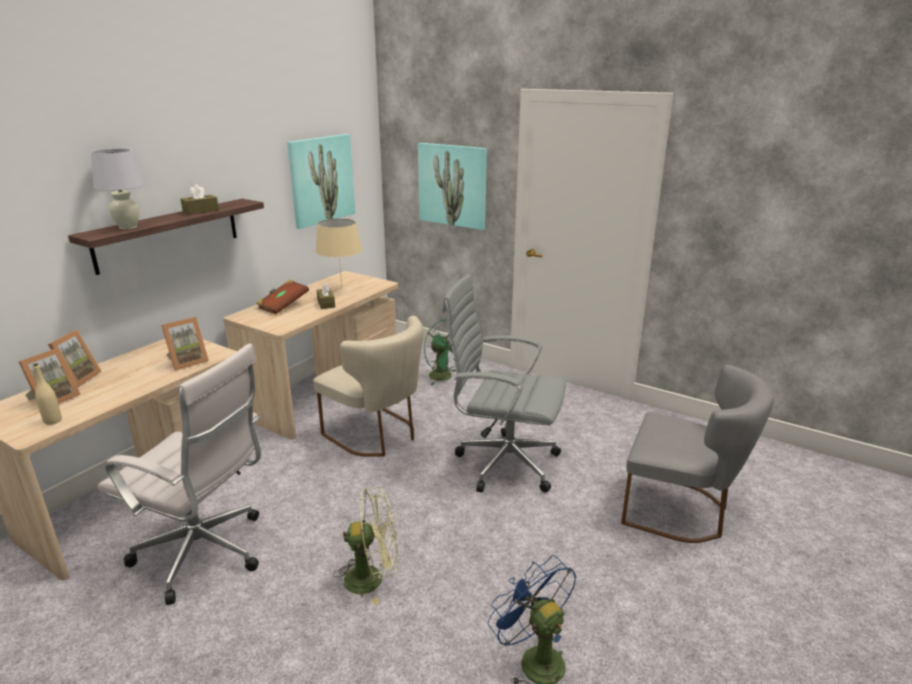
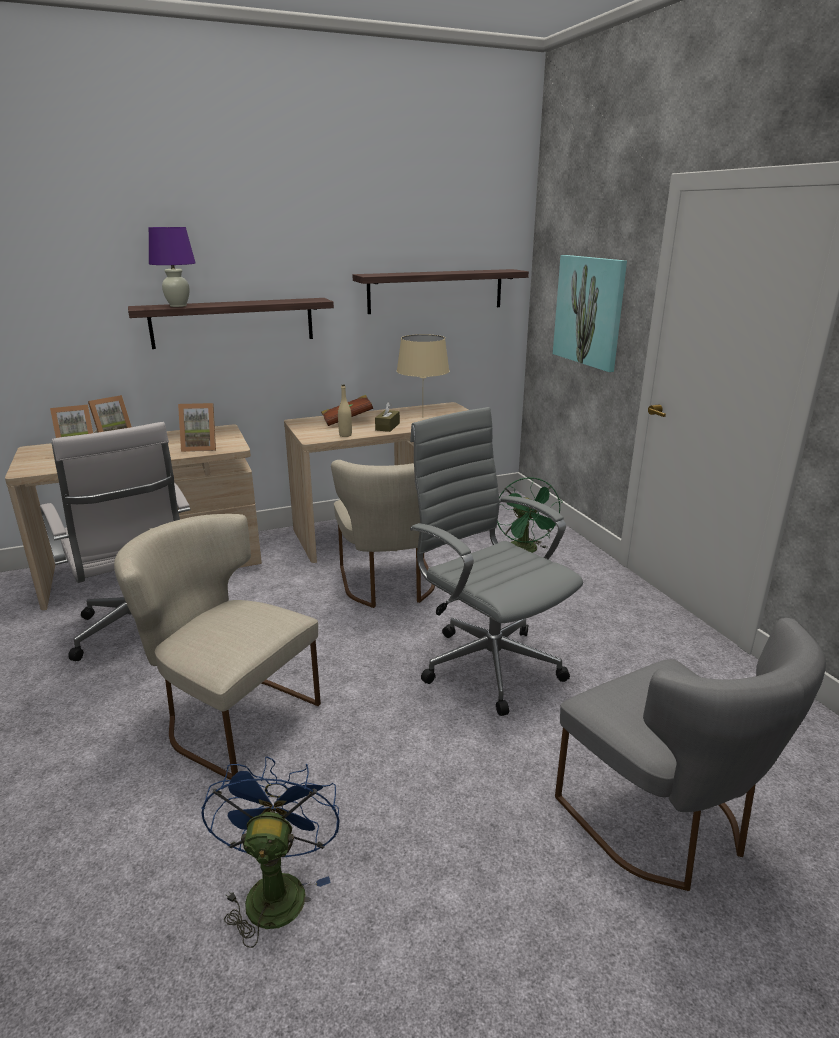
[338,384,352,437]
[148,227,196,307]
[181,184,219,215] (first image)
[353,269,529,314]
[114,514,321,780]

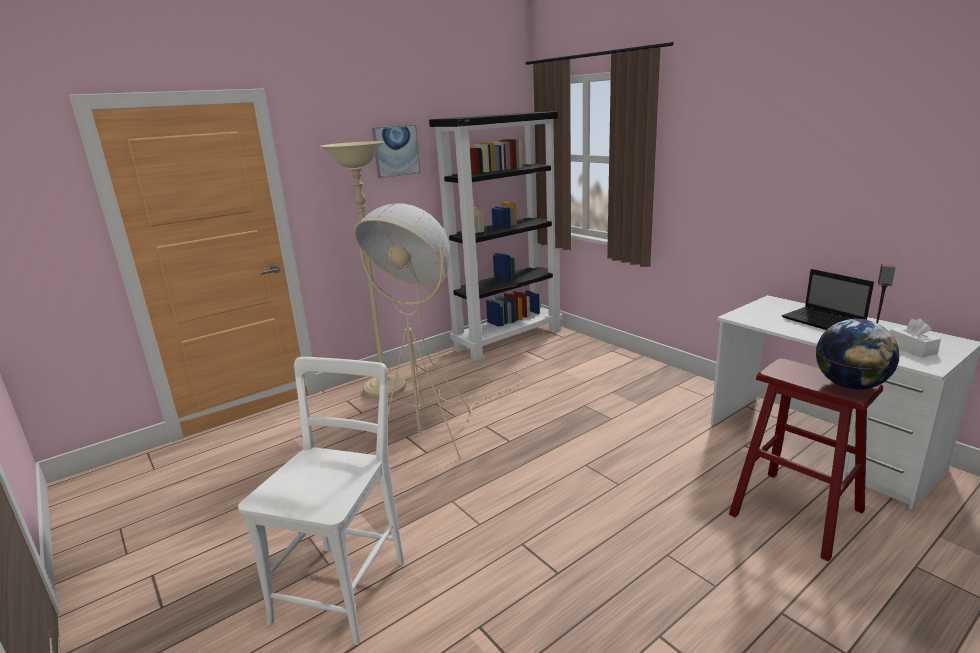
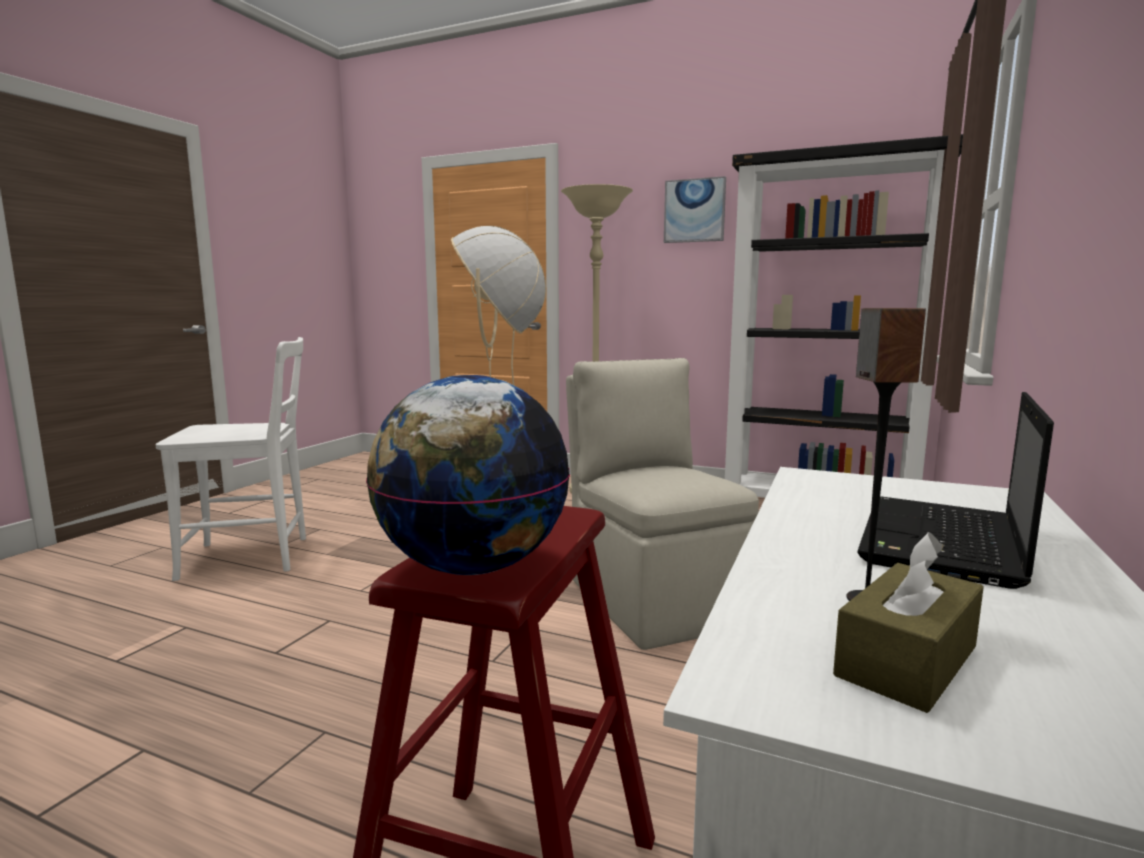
[833,533,984,713]
[566,358,759,650]

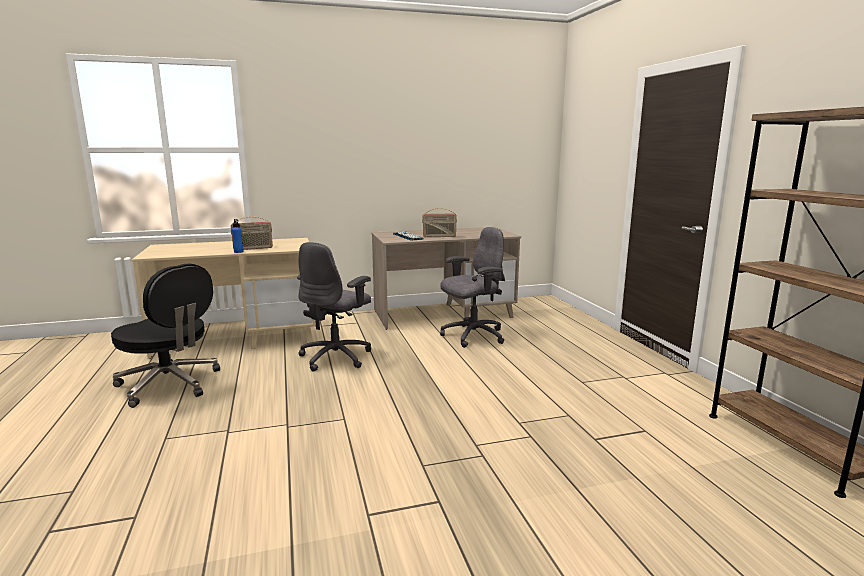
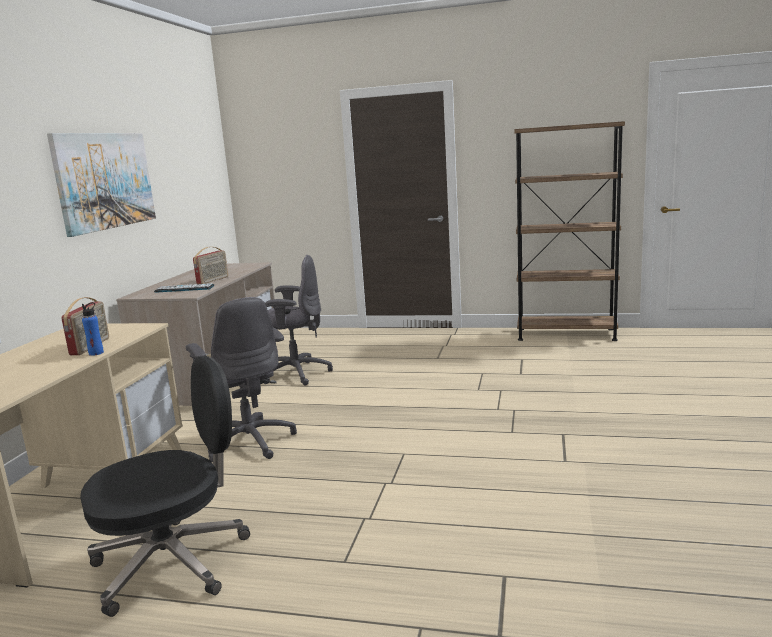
[263,255,333,386]
[47,133,156,237]

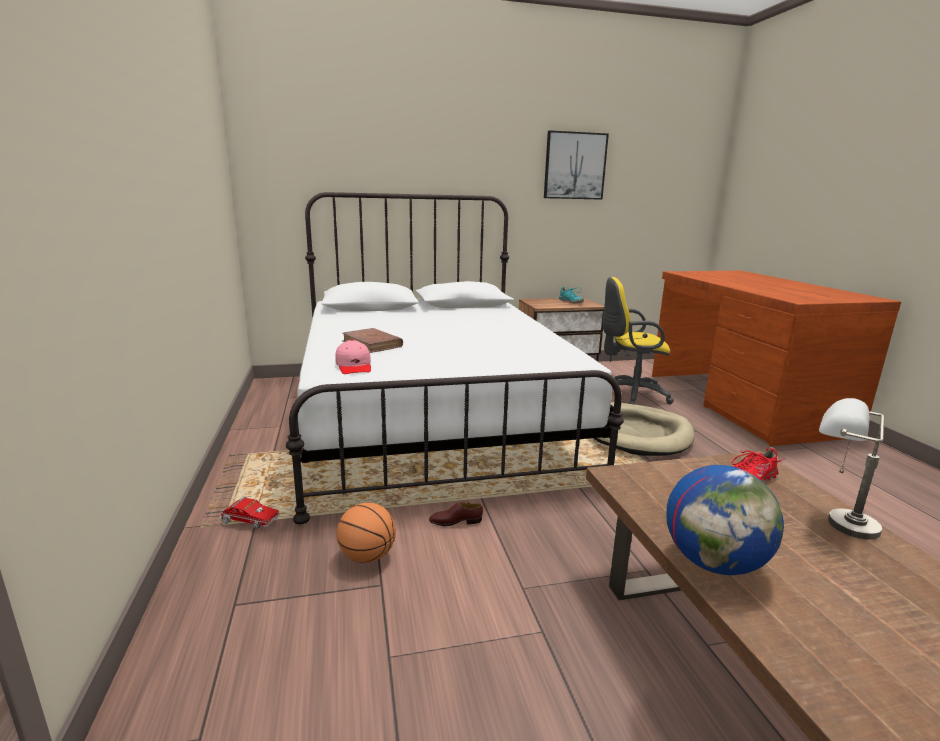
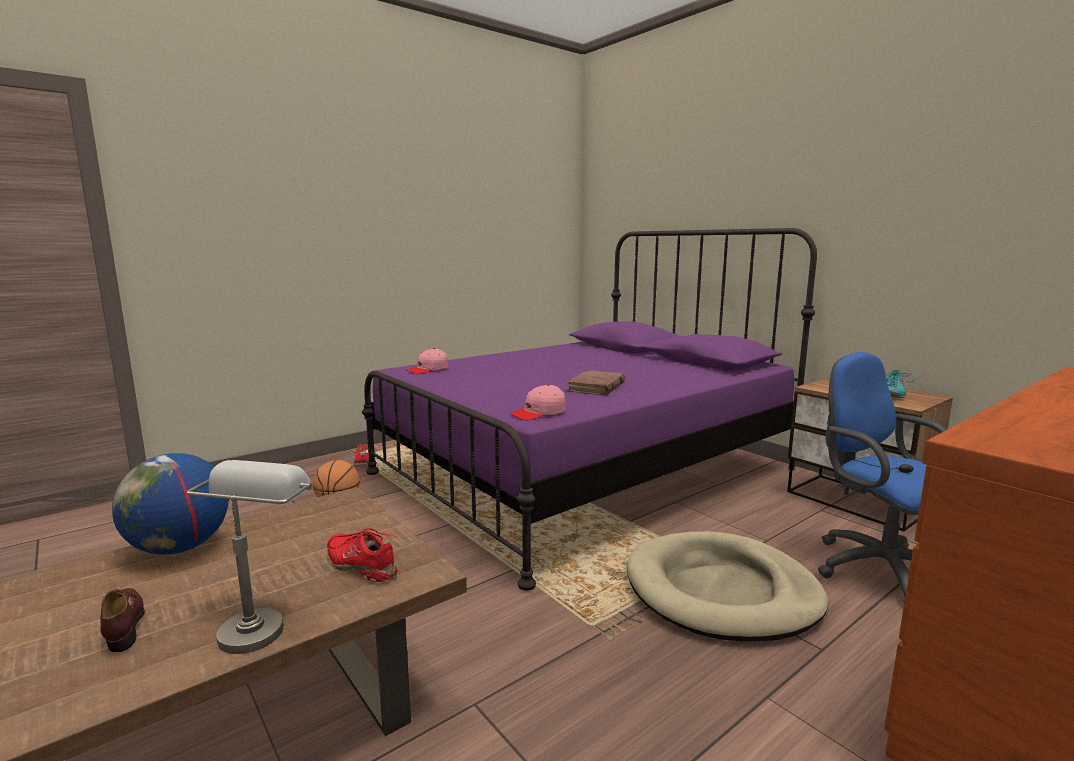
[362,228,817,591]
[566,370,625,395]
[100,588,145,652]
[544,130,609,200] (first image)
[818,352,947,602]
[510,384,566,421]

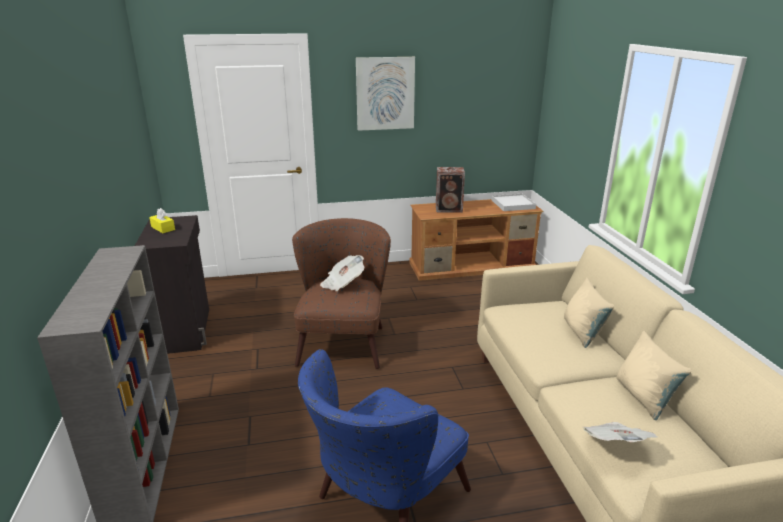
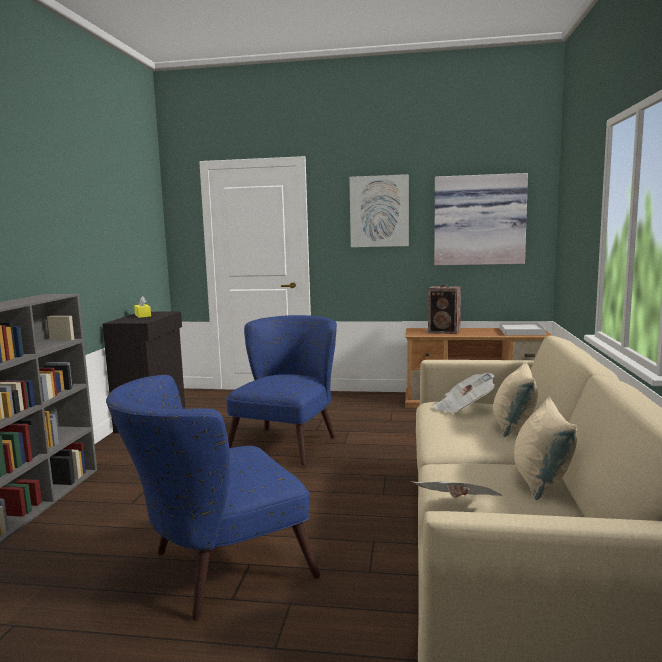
[226,315,337,467]
[433,373,495,413]
[434,173,528,265]

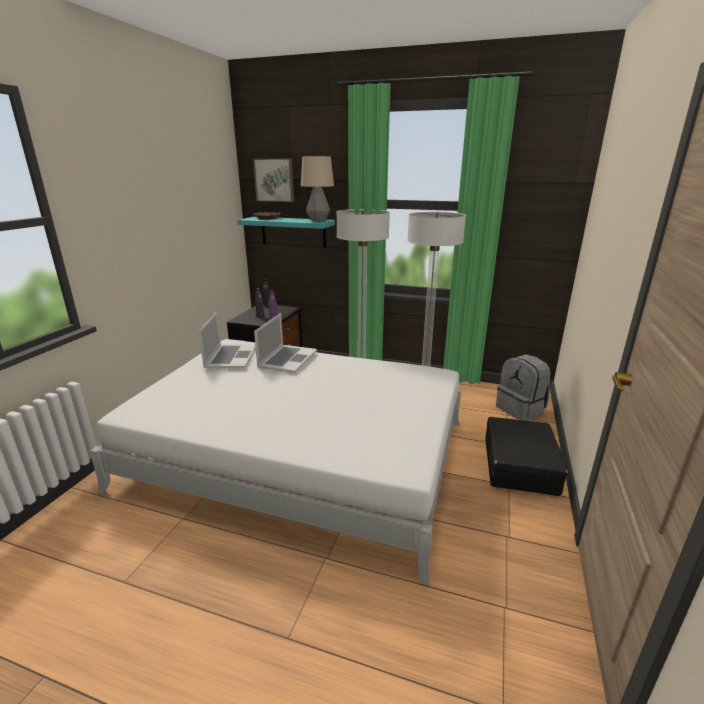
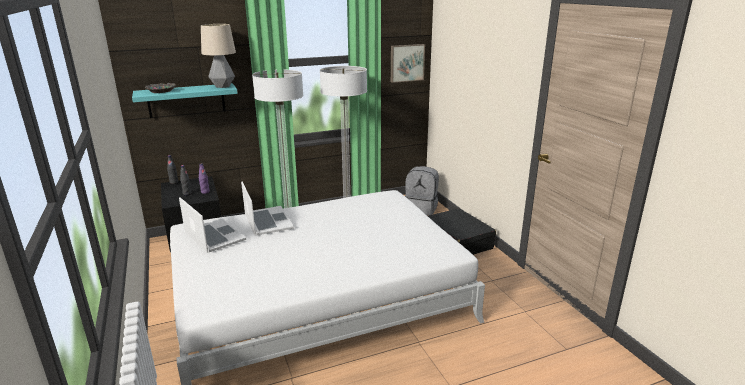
[391,44,425,83]

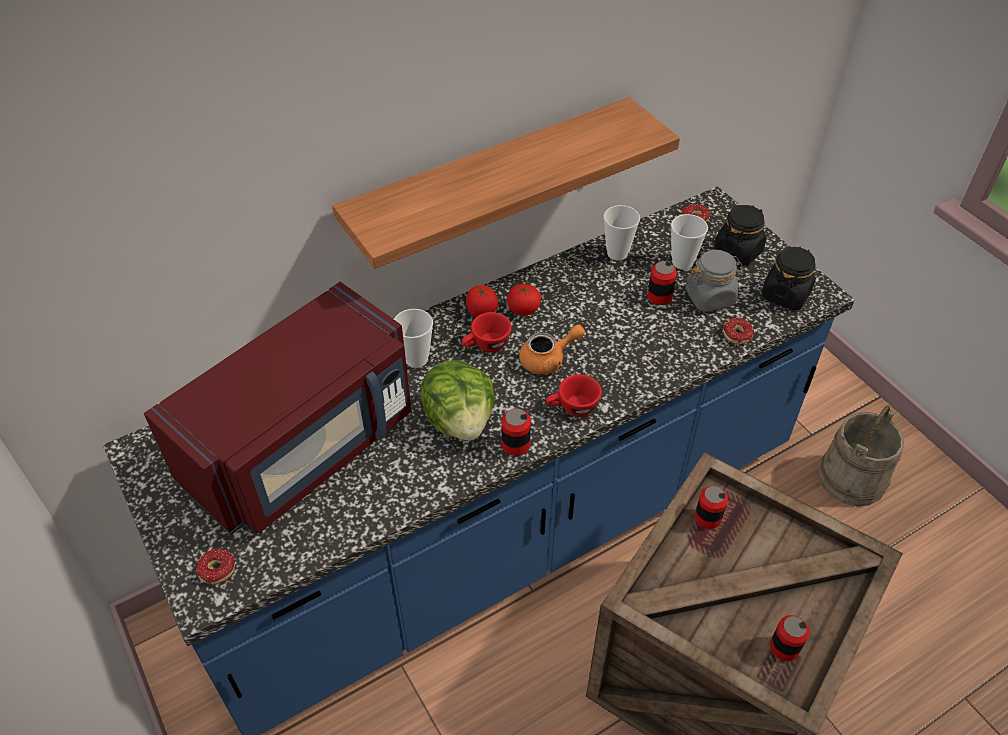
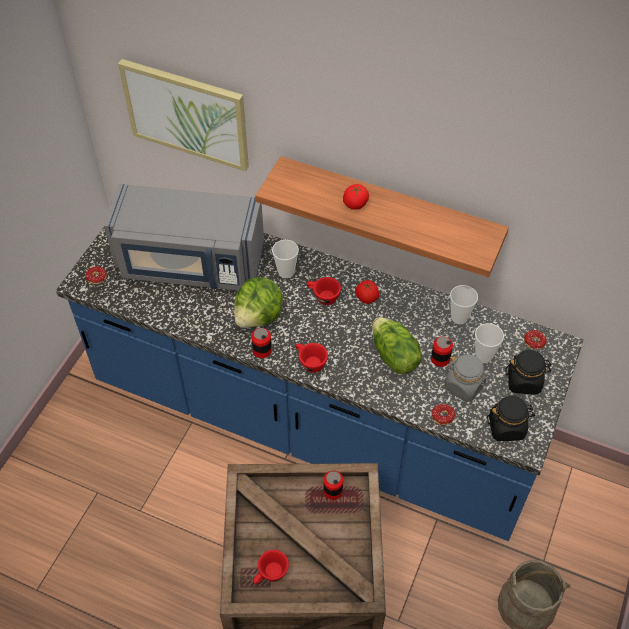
[104,184,264,290]
[343,184,369,210]
[519,325,585,374] (first image)
[253,550,289,584]
[118,59,249,171]
[372,317,422,375]

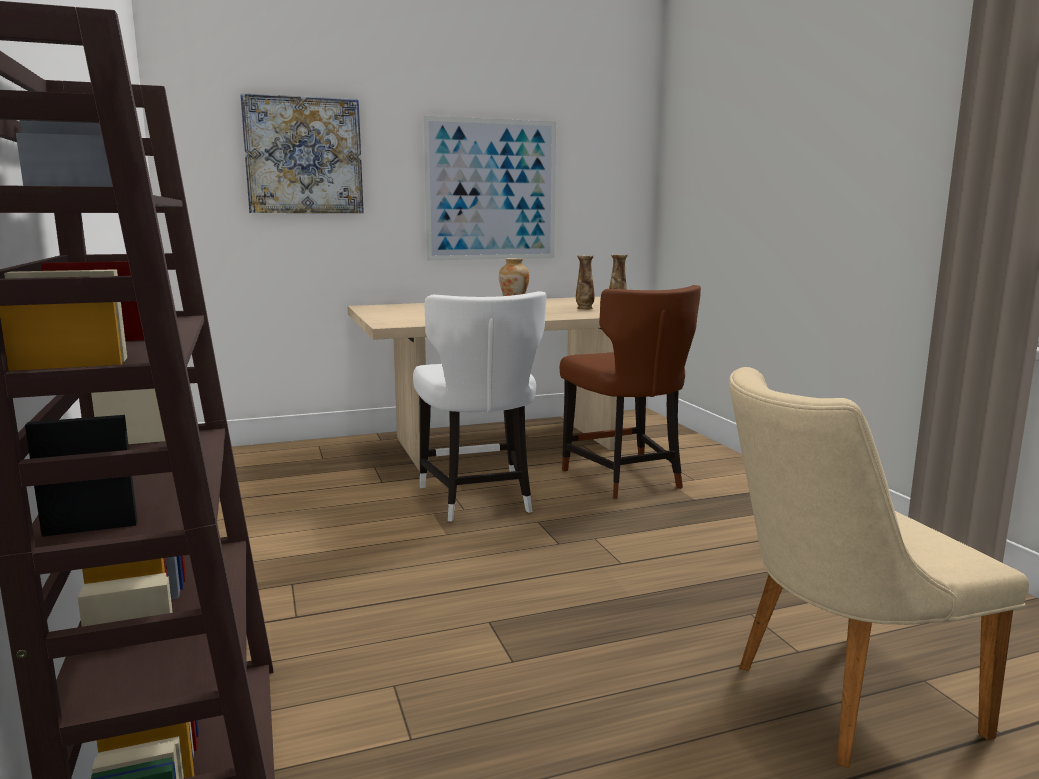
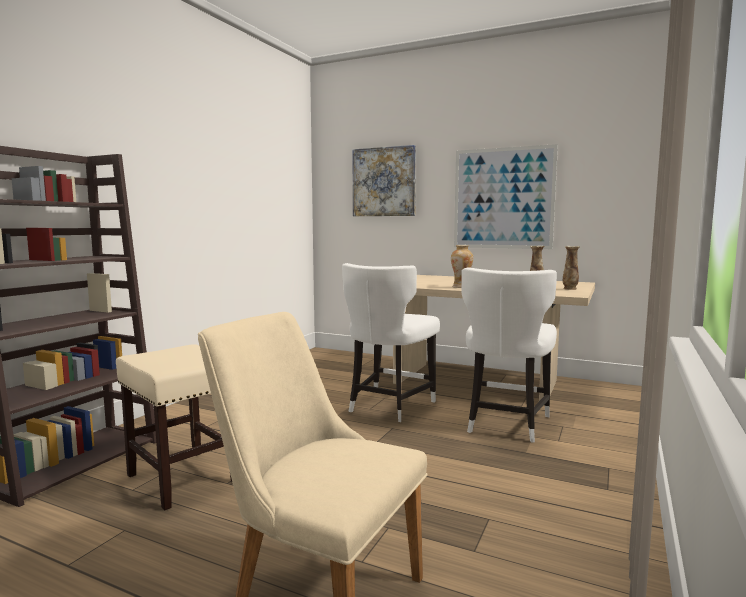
[461,267,557,442]
[116,344,232,510]

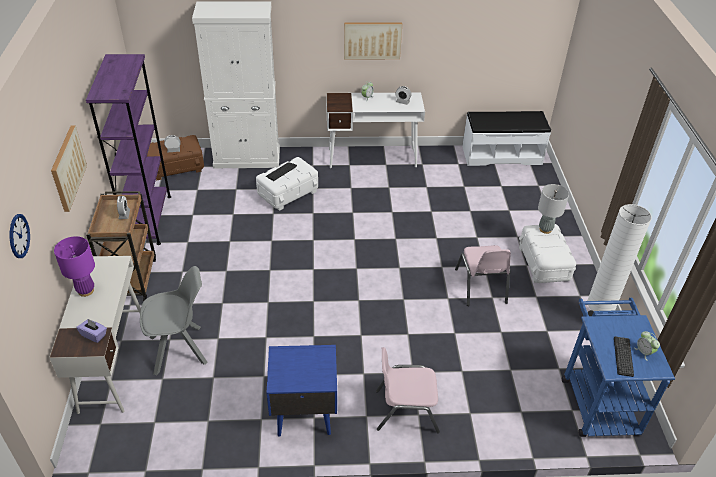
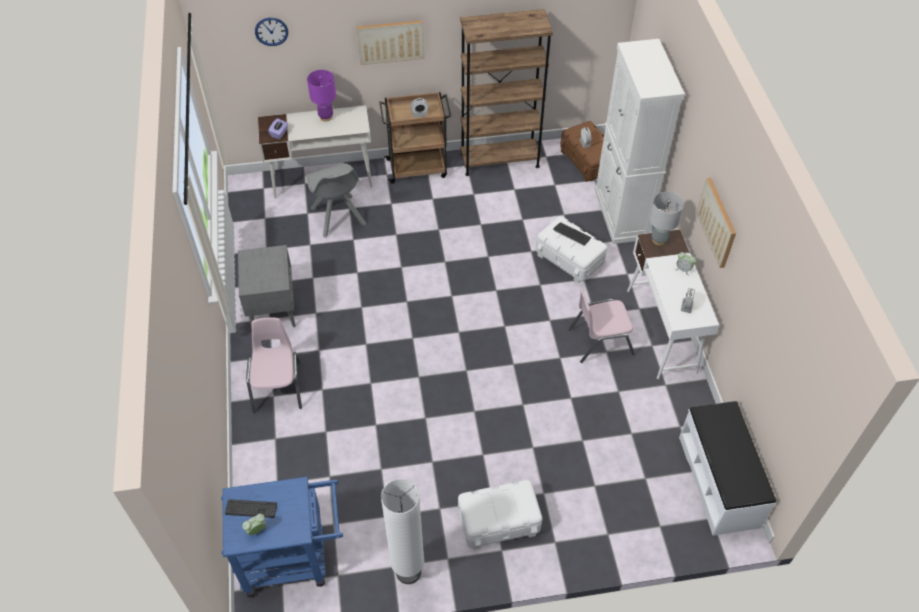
[460,9,553,176]
[238,245,296,328]
[569,290,635,363]
[649,192,684,246]

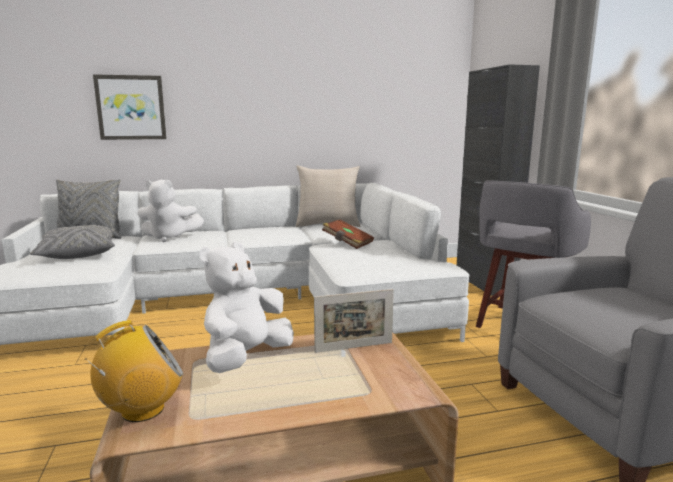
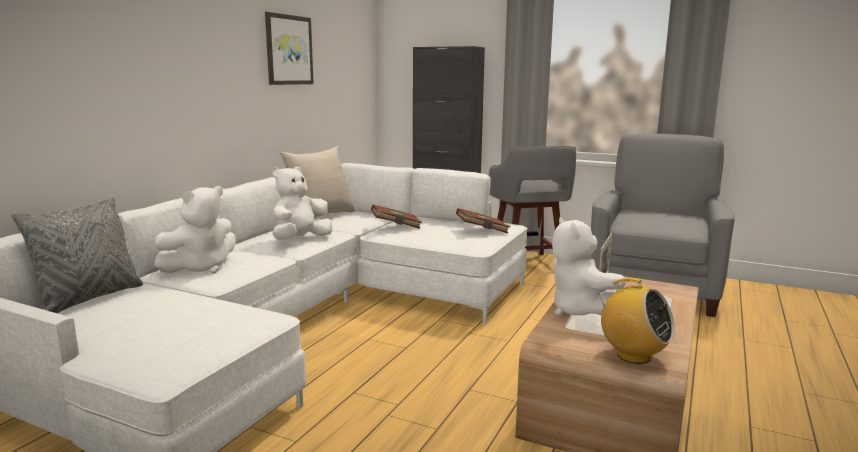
[30,225,115,259] (first image)
[597,278,675,364]
[265,12,314,85]
[272,167,332,240]
[456,208,510,233]

